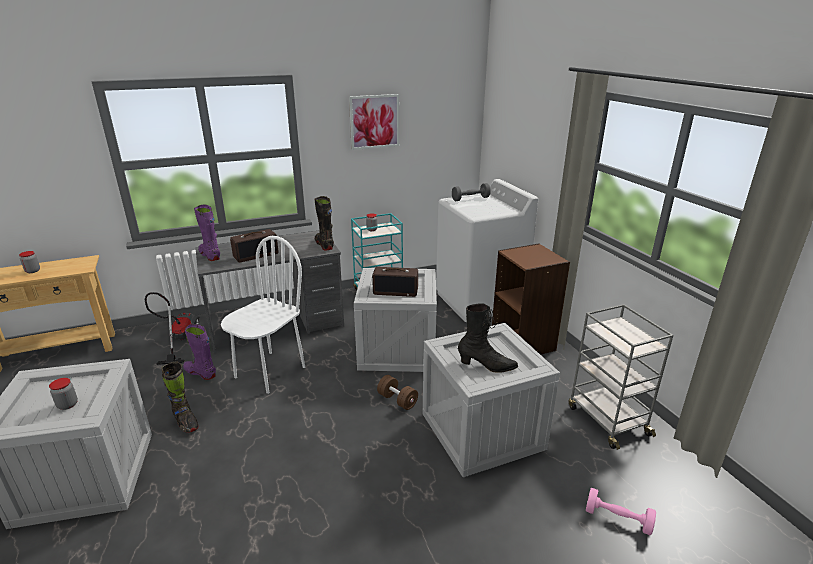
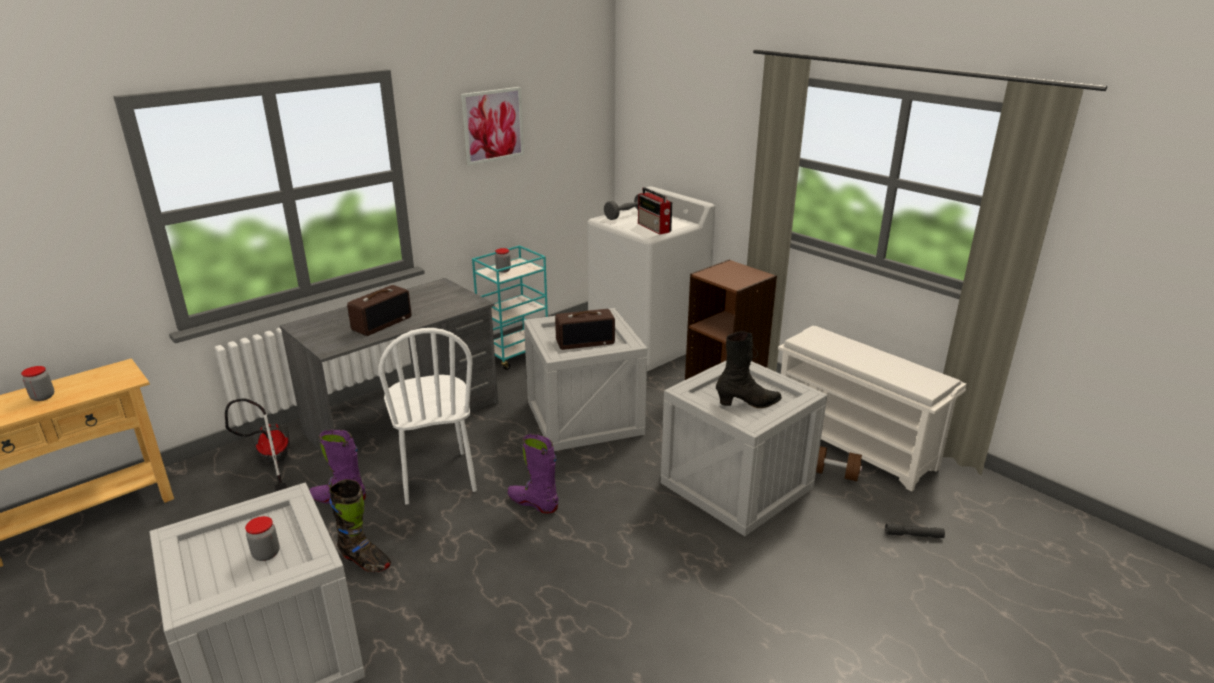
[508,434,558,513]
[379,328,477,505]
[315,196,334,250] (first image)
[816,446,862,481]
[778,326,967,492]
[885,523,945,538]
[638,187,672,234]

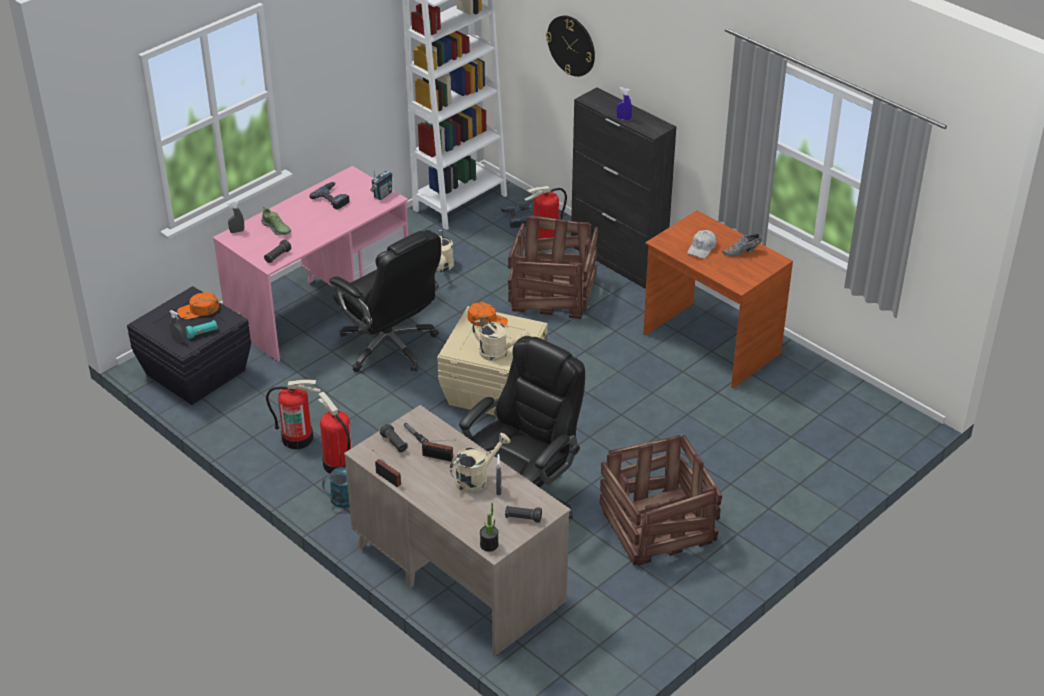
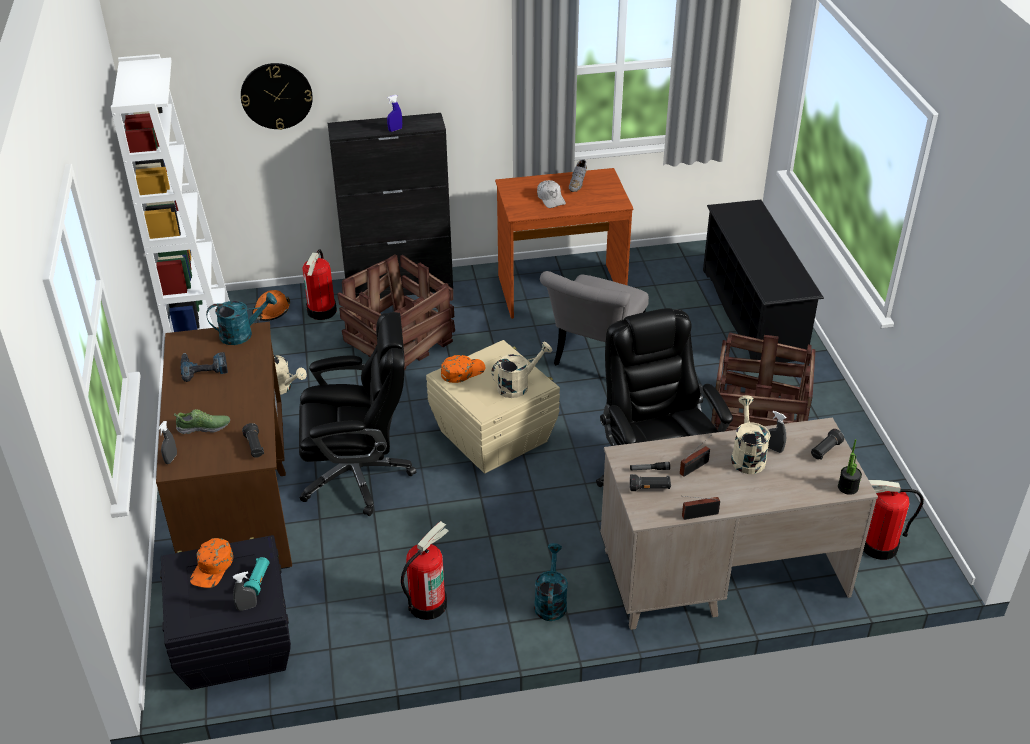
[156,322,292,569]
[863,480,924,560]
[206,293,277,345]
[252,290,290,321]
[540,271,649,365]
[703,200,824,363]

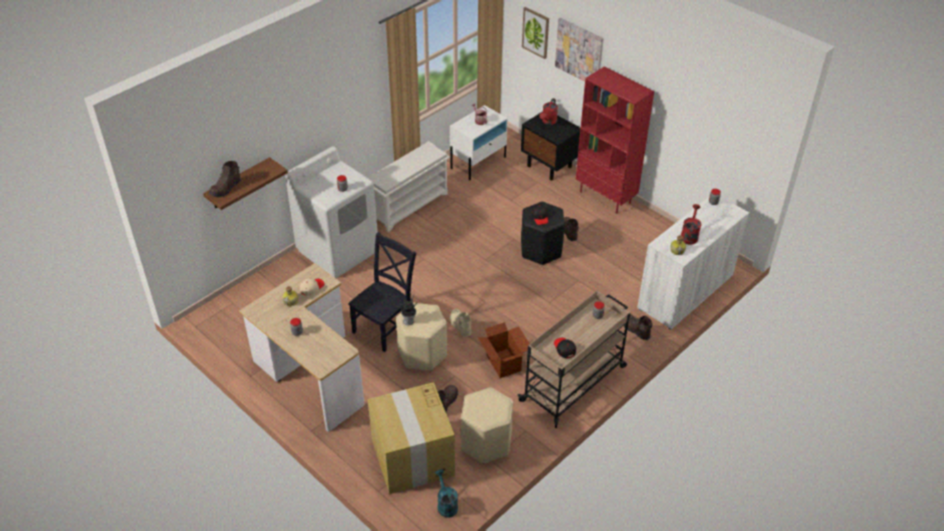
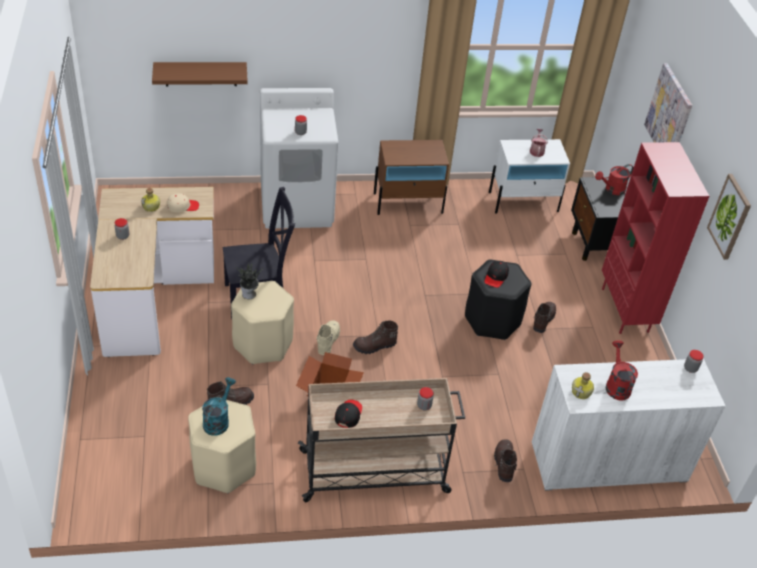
[353,320,398,354]
[374,140,449,215]
[368,382,455,494] (first image)
[202,377,236,435]
[707,174,751,260]
[606,340,638,401]

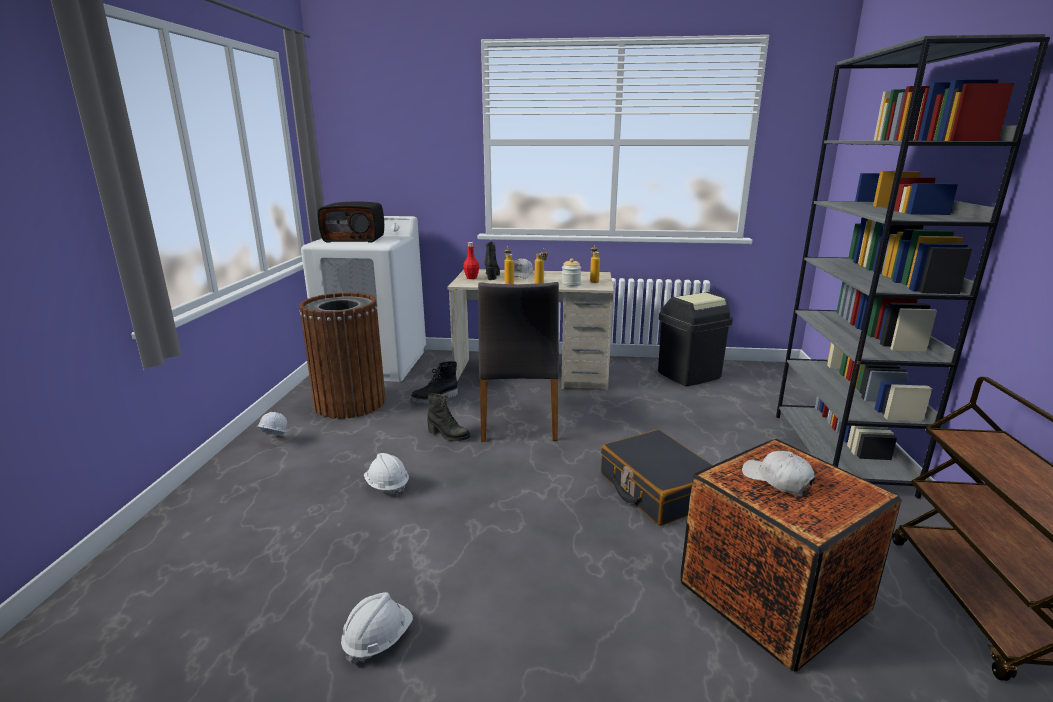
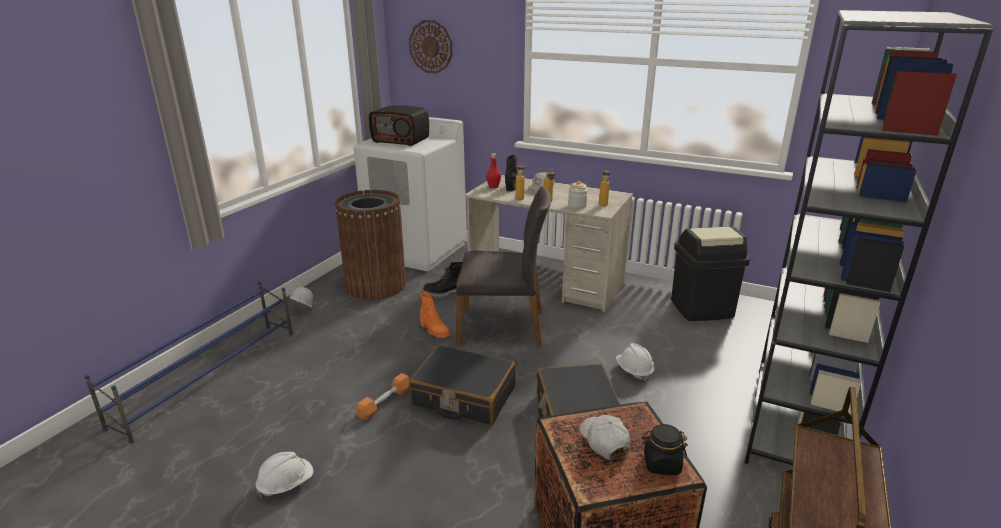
[616,343,654,382]
[420,292,450,338]
[456,186,551,347]
[84,281,293,444]
[356,373,410,420]
[409,20,453,73]
[409,345,516,426]
[642,424,688,475]

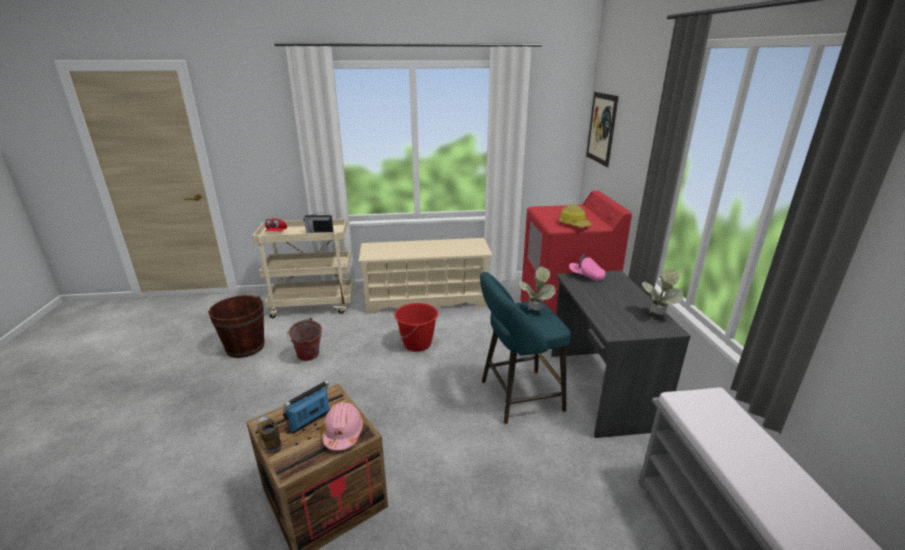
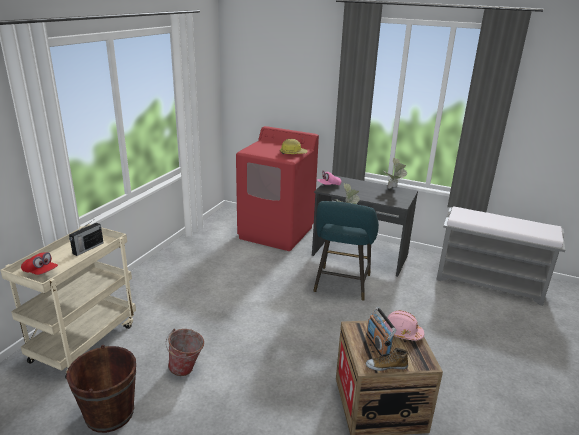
[358,238,493,314] (first image)
[394,303,438,352] (first image)
[586,92,619,167] (first image)

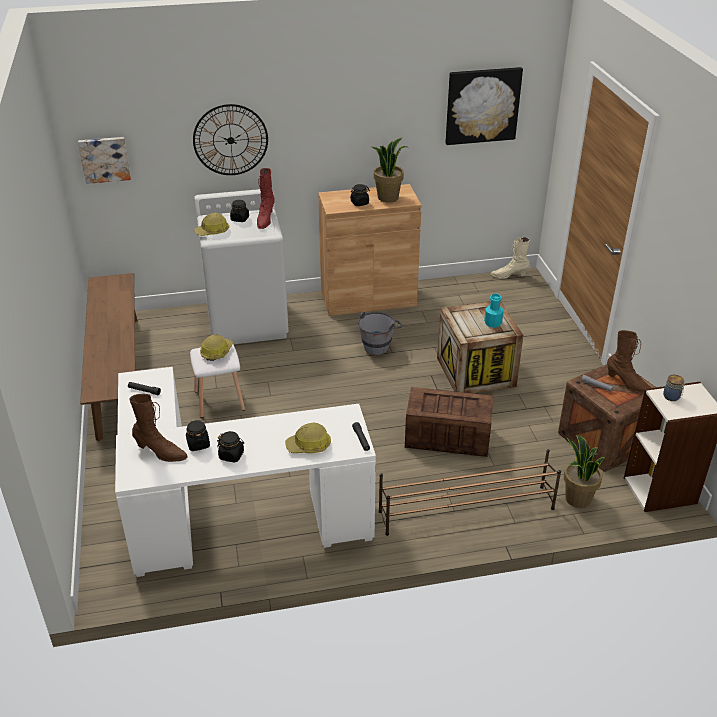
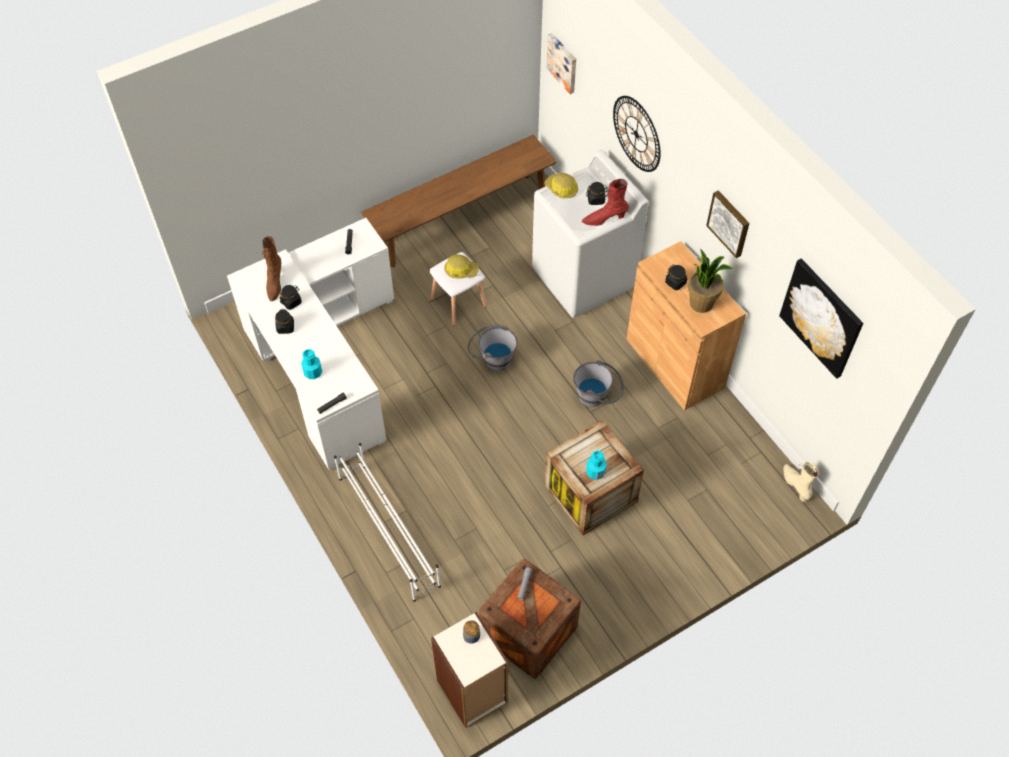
[301,349,322,379]
[334,443,441,602]
[405,387,493,457] (first image)
[564,435,605,508] (first image)
[607,330,651,394] (first image)
[468,324,518,371]
[706,190,749,258]

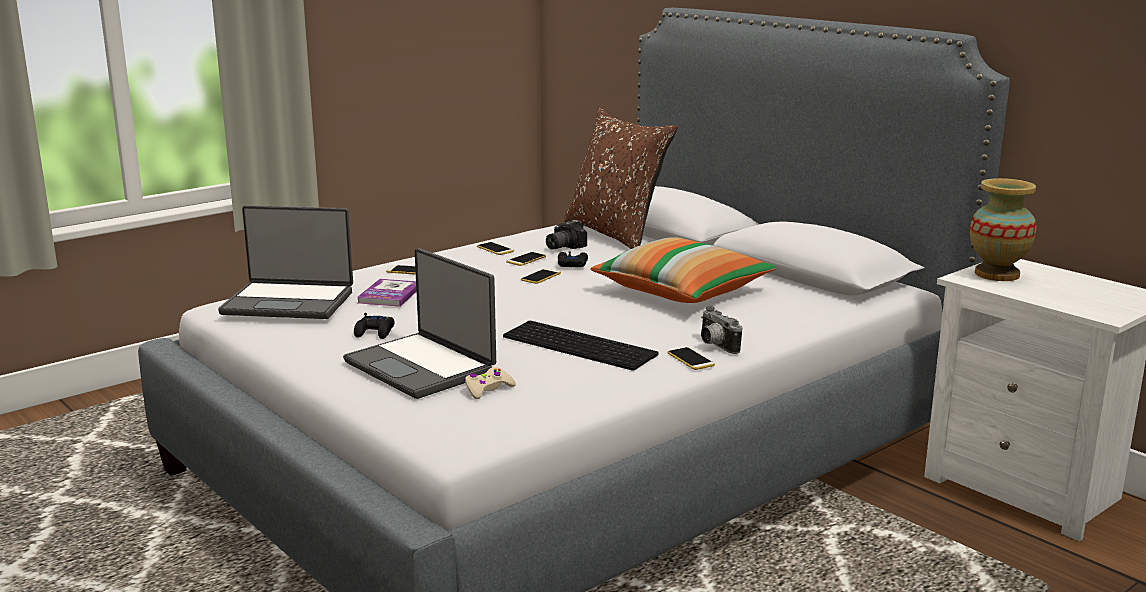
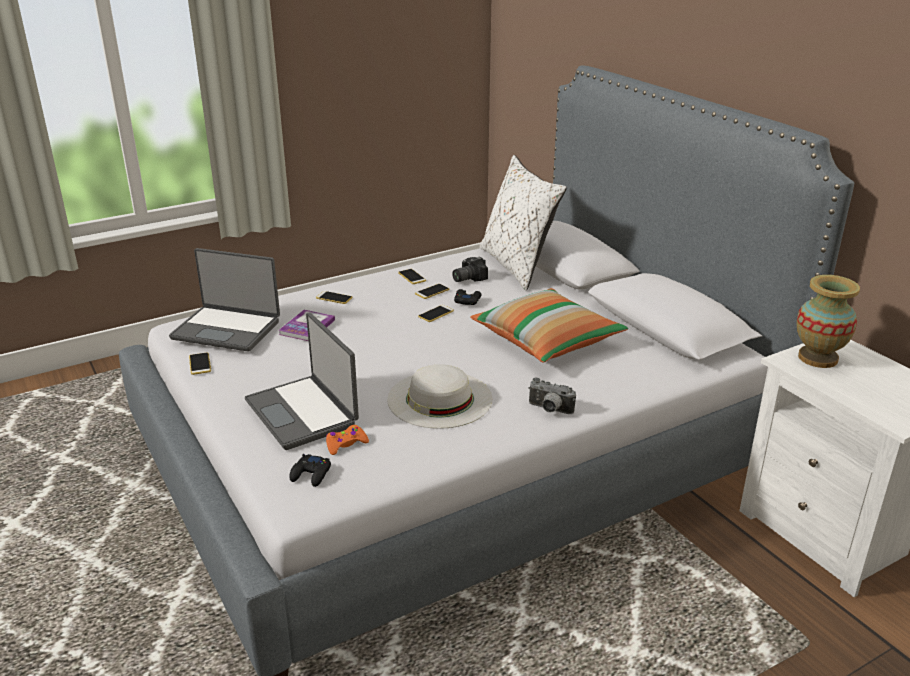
[289,454,331,487]
[326,425,369,455]
[387,364,492,429]
[479,155,567,291]
[189,352,211,375]
[528,378,576,414]

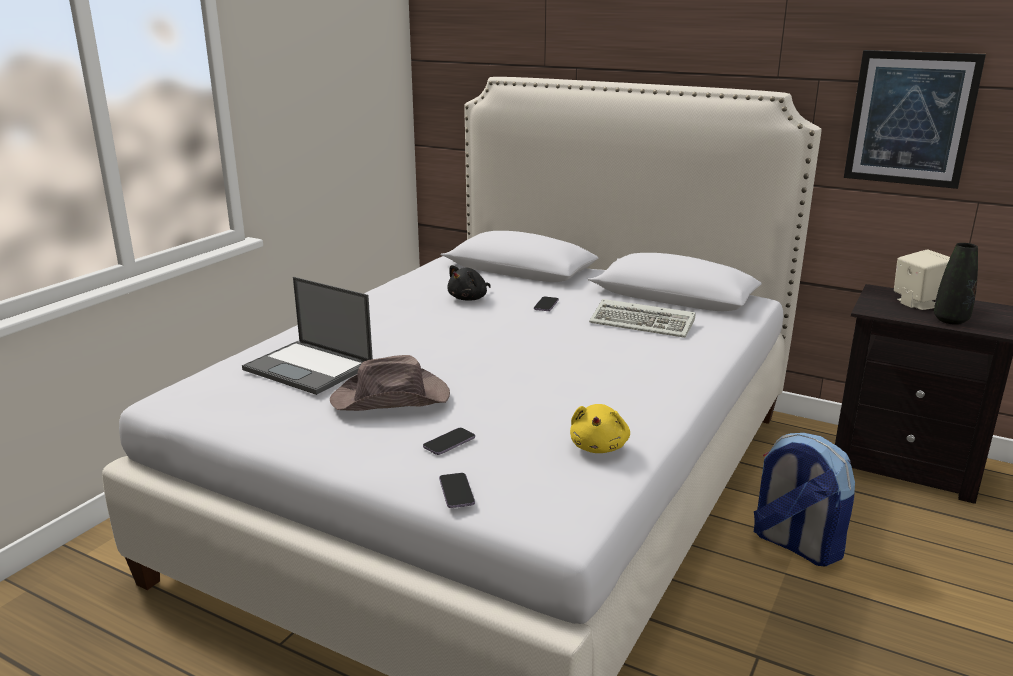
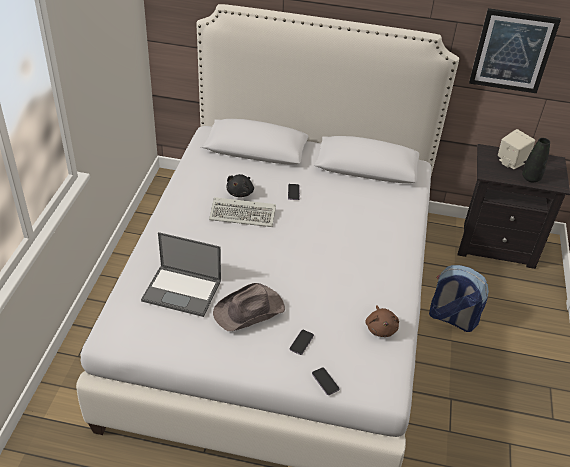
[365,305,399,337]
[209,197,276,227]

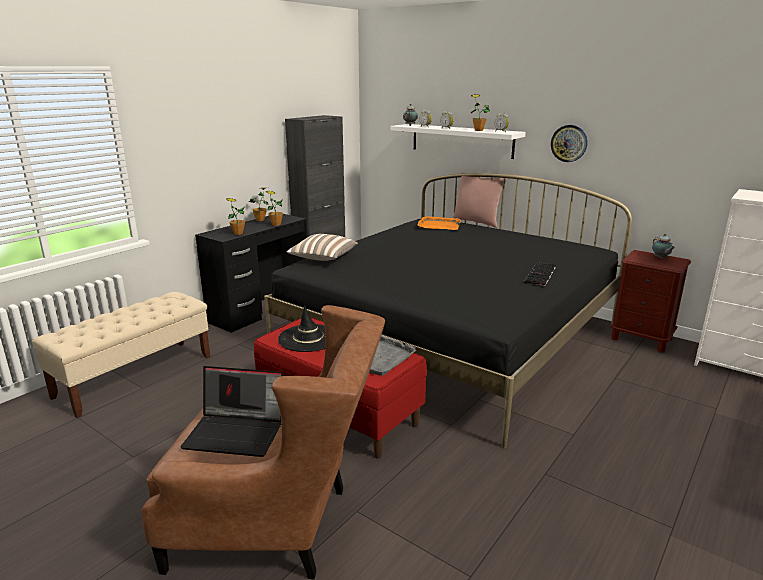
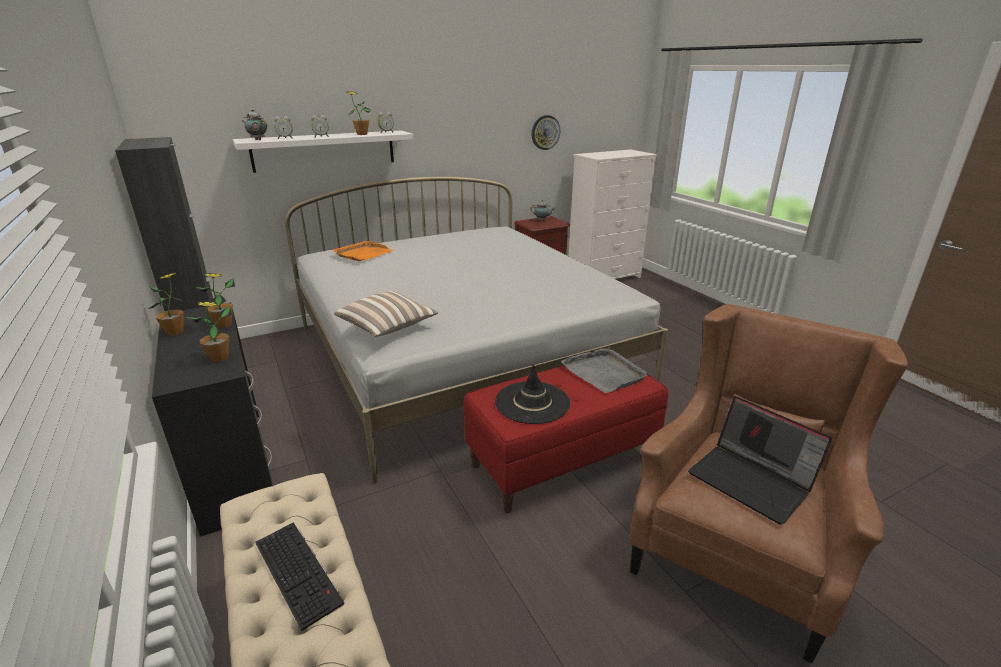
[688,396,832,525]
[285,177,668,484]
[453,172,507,228] (first image)
[255,522,345,631]
[531,115,560,150]

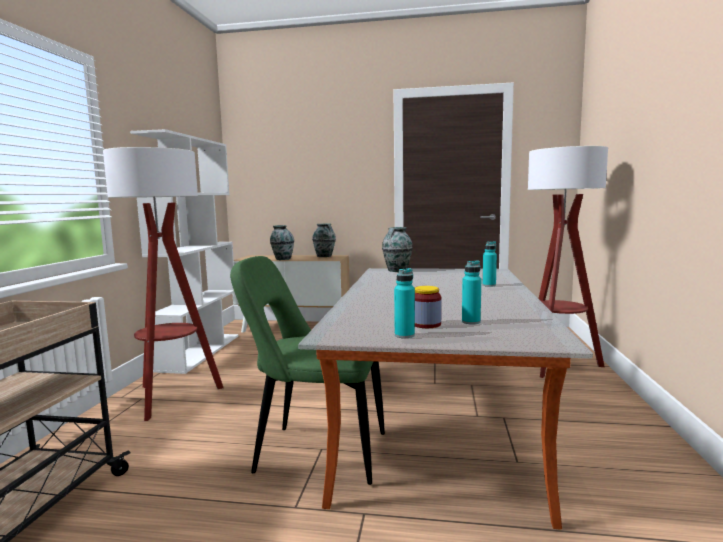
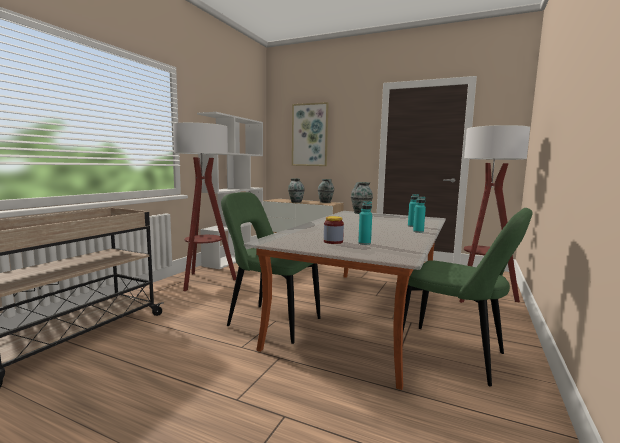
[413,197,426,233]
[292,102,328,166]
[403,208,533,387]

